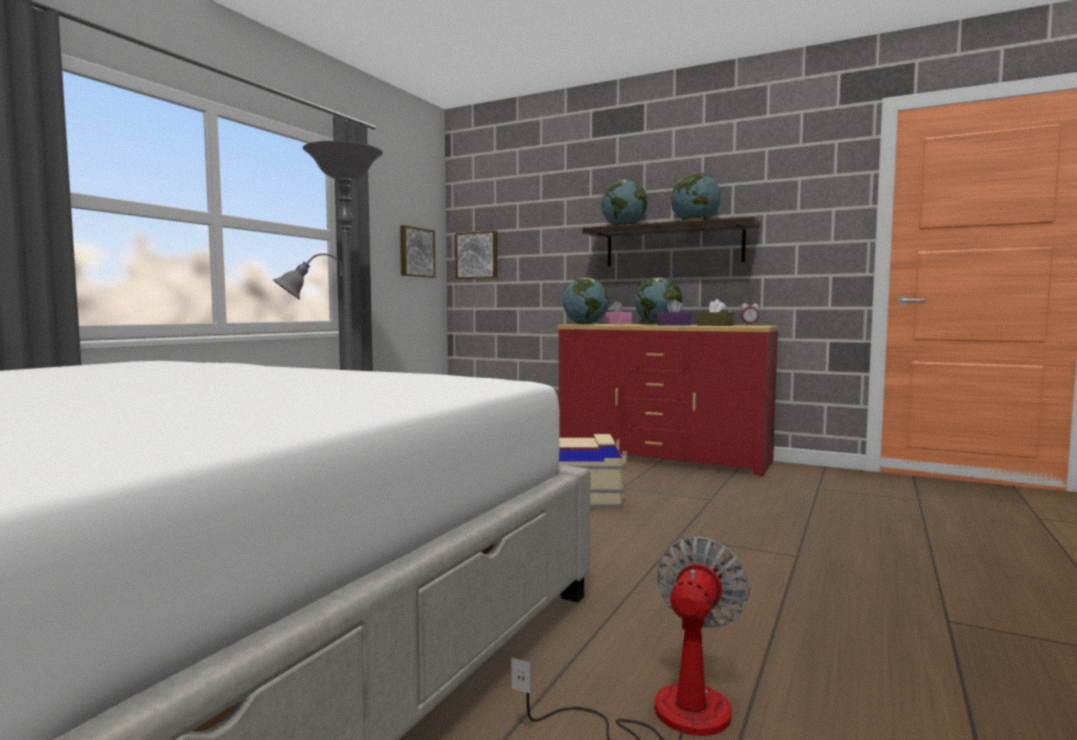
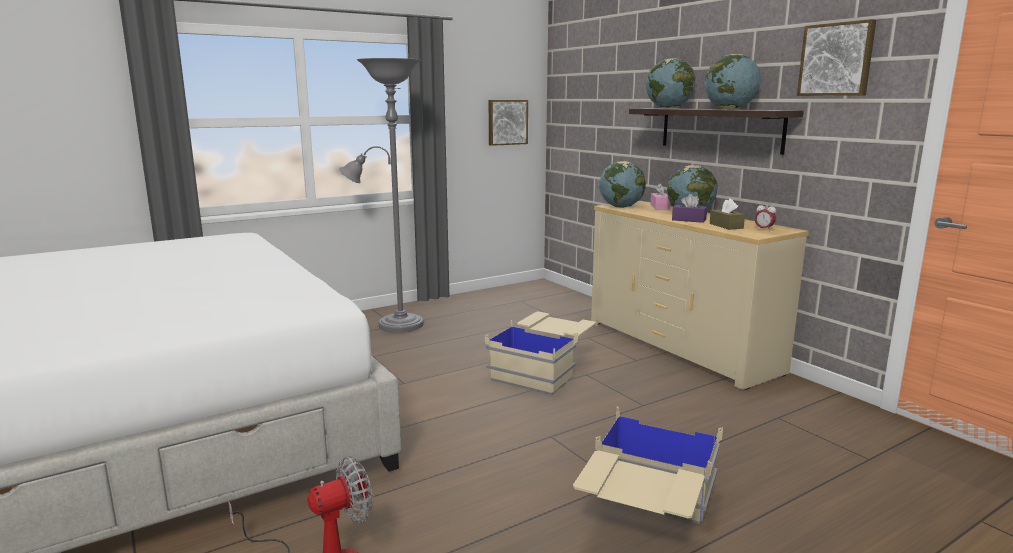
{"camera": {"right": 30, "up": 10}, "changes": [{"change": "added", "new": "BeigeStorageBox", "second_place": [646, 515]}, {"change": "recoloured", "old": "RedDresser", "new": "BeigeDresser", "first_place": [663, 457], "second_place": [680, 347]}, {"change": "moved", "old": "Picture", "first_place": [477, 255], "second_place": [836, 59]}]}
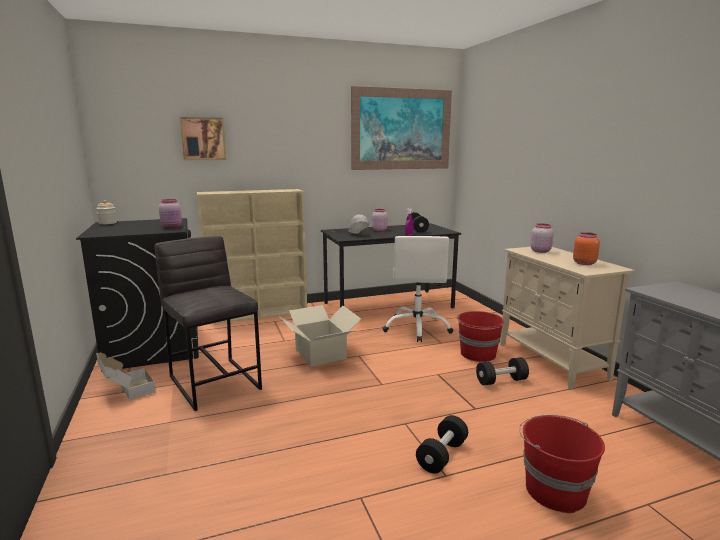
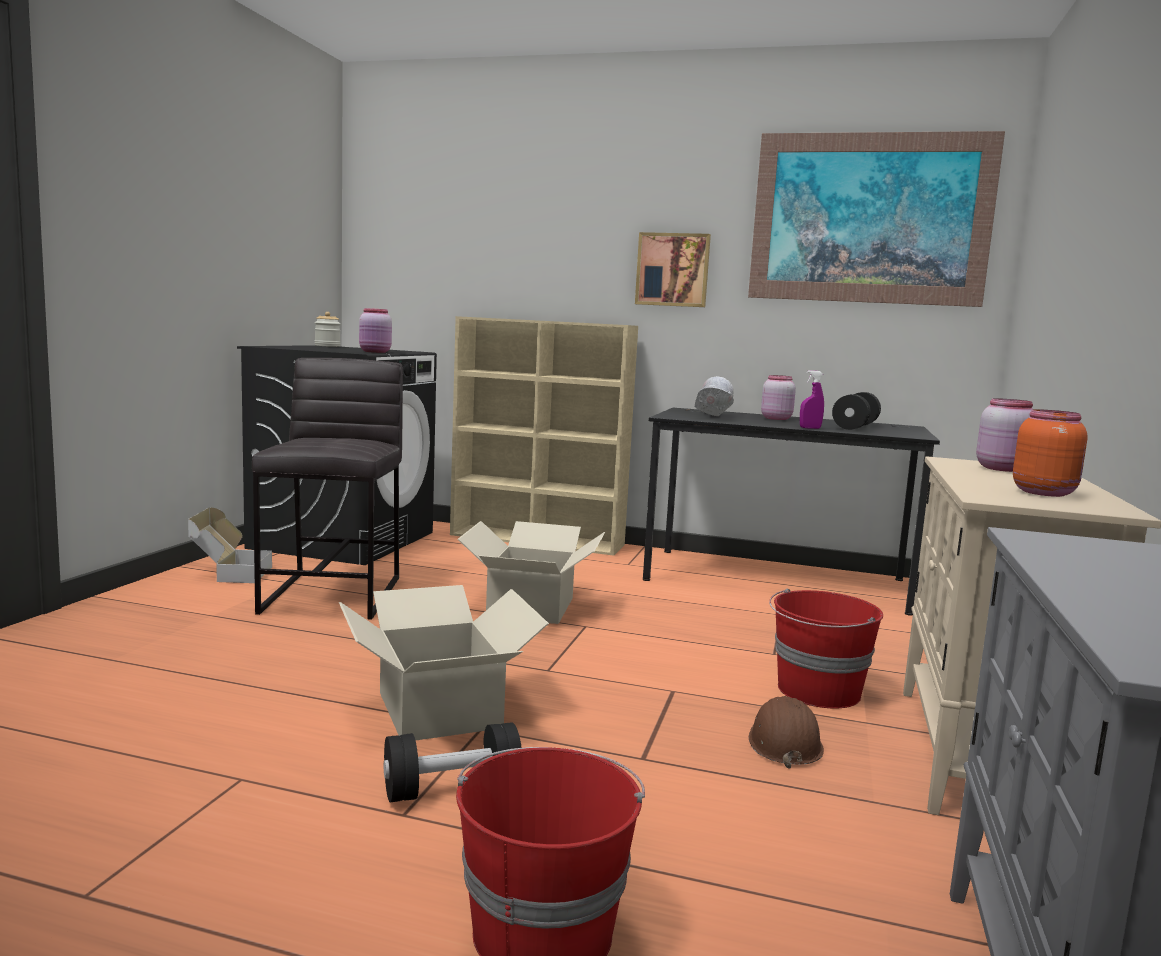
{"camera": {"right": 35, "up": -5}, "changes": [{"change": "added", "new": "CardboardBox", "second_place": [440, 709]}, {"change": "moved", "old": "Picture", "first_place": [203, 139], "second_place": [673, 270]}, {"change": "replaced", "old": "BlackDumbbell", "new": "BrownHardHat", "first_place": [501, 381], "second_place": [784, 743]}, {"change": "removed", "old": "WhiteOfficeChair", "first_place": [417, 328]}]}
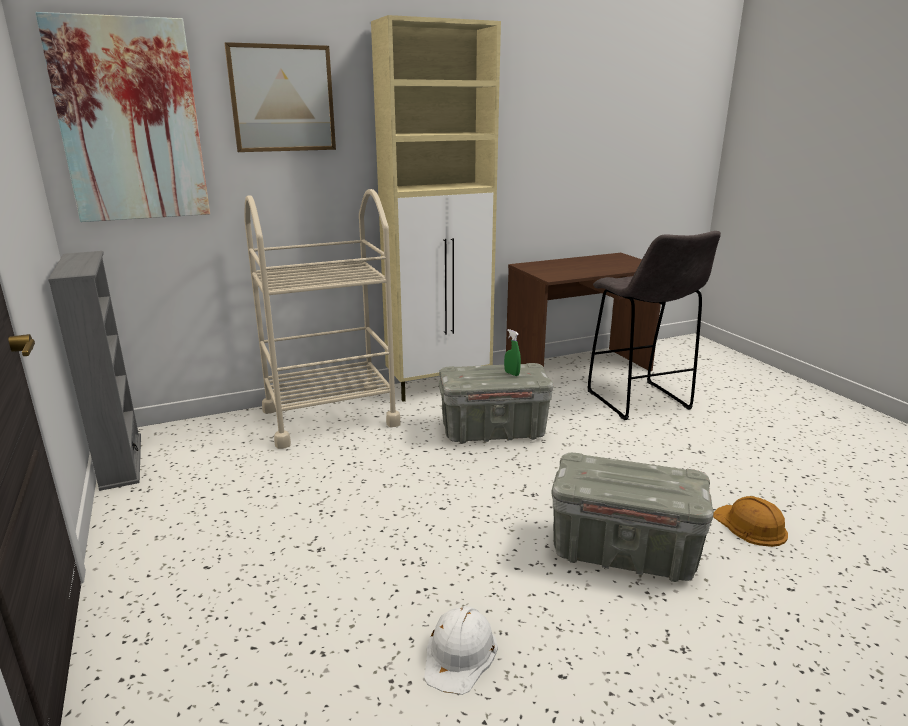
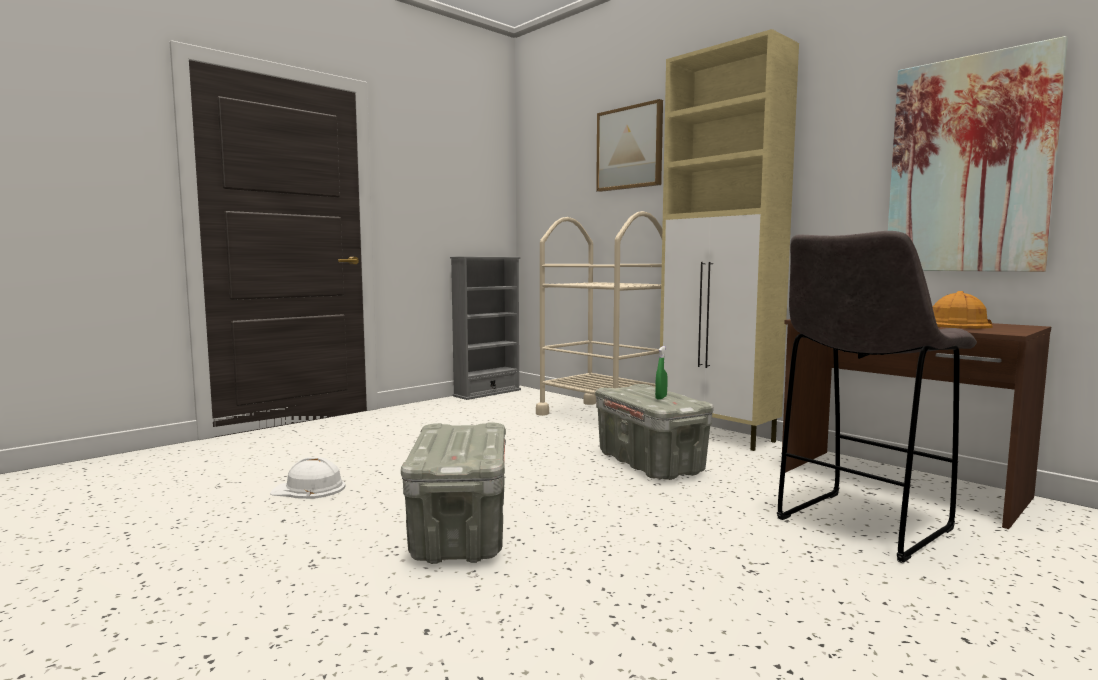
{"camera": {"right": 70, "up": -15}, "changes": [{"change": "moved", "old": "Picture", "first_place": [130, 122], "second_place": [968, 165]}, {"change": "moved", "old": "OrangeHardHat", "first_place": [750, 525], "second_place": [957, 325]}]}
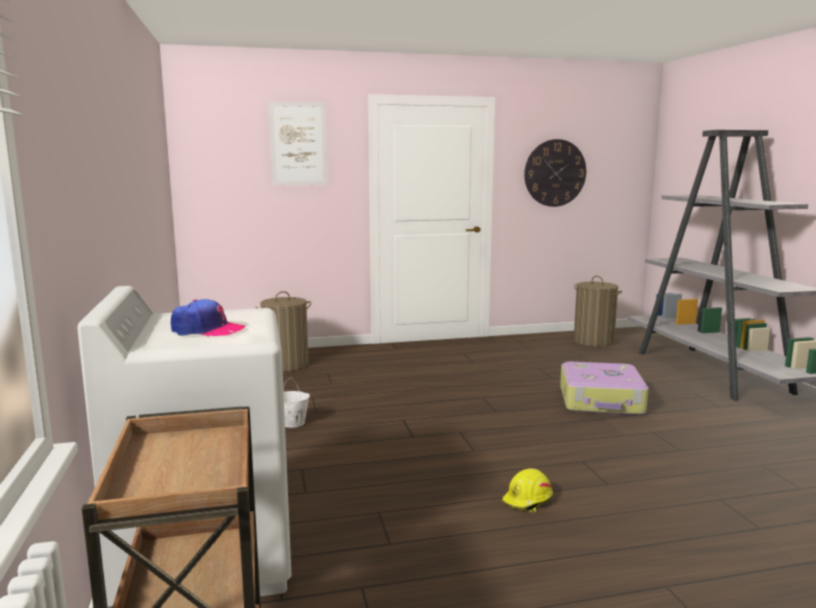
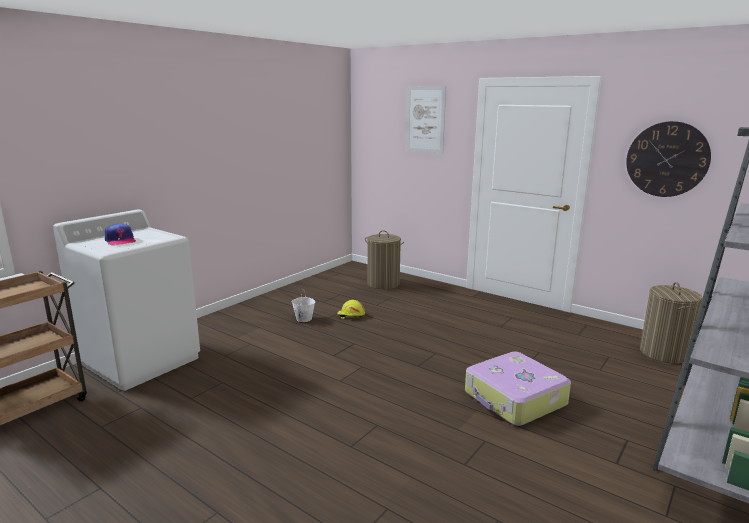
{"camera": {"right": 50, "up": 5}, "changes": [{"change": "moved", "old": "YellowHardHat", "first_place": [528, 501], "second_place": [351, 315]}]}
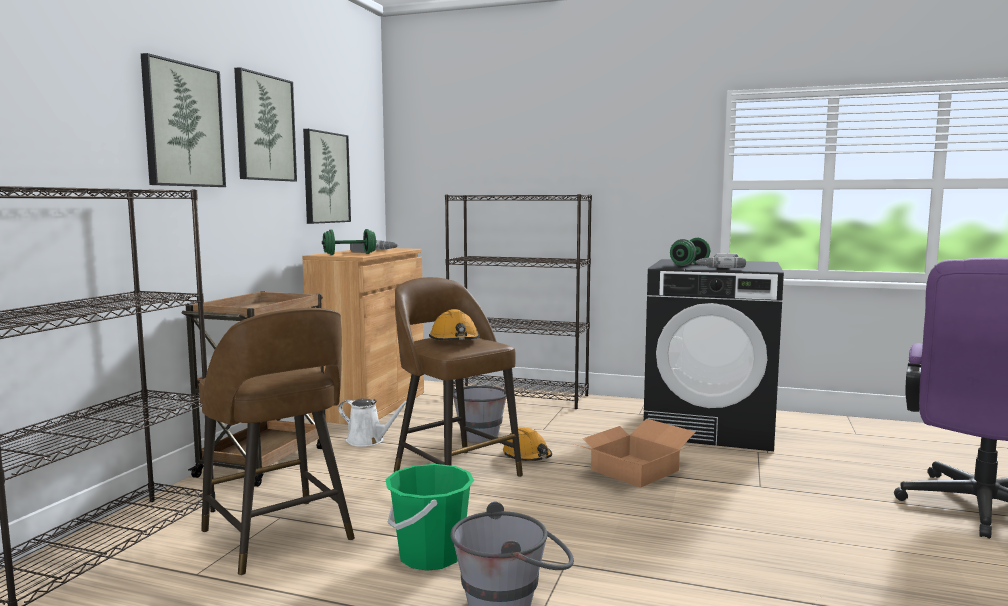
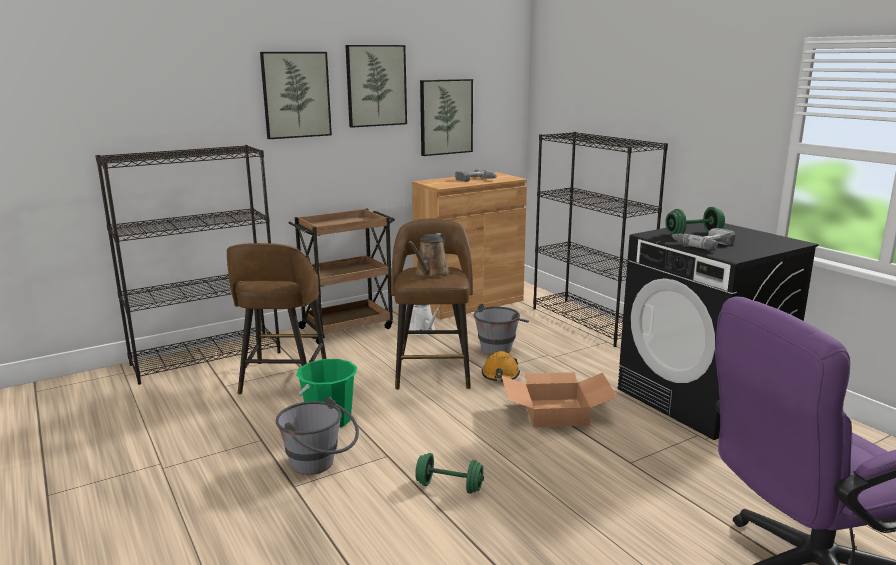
{"camera": {"right": 40, "up": 10}, "changes": [{"change": "replaced", "old": "OrangeHardHat", "new": "BrownWateringCan", "first_place": [455, 340], "second_place": [430, 273]}, {"change": "moved", "old": "GreenDumbbell", "first_place": [349, 254], "second_place": [449, 486]}]}
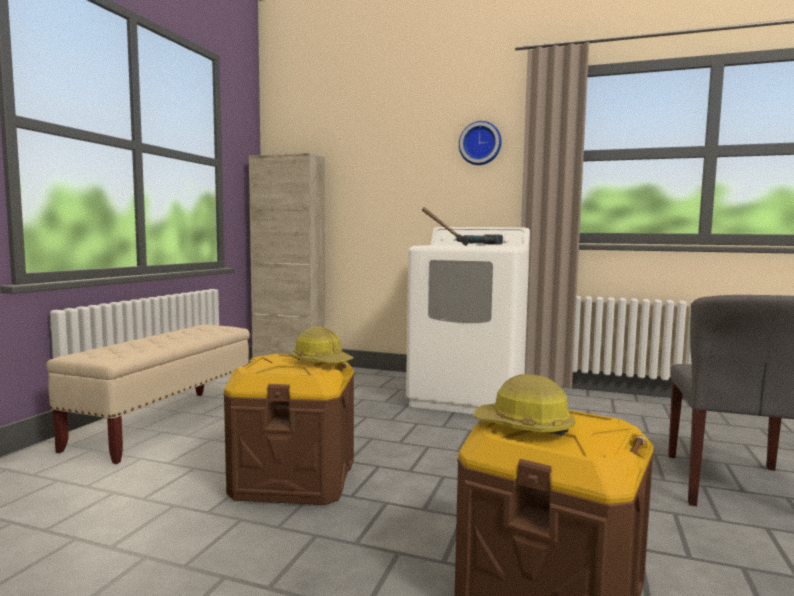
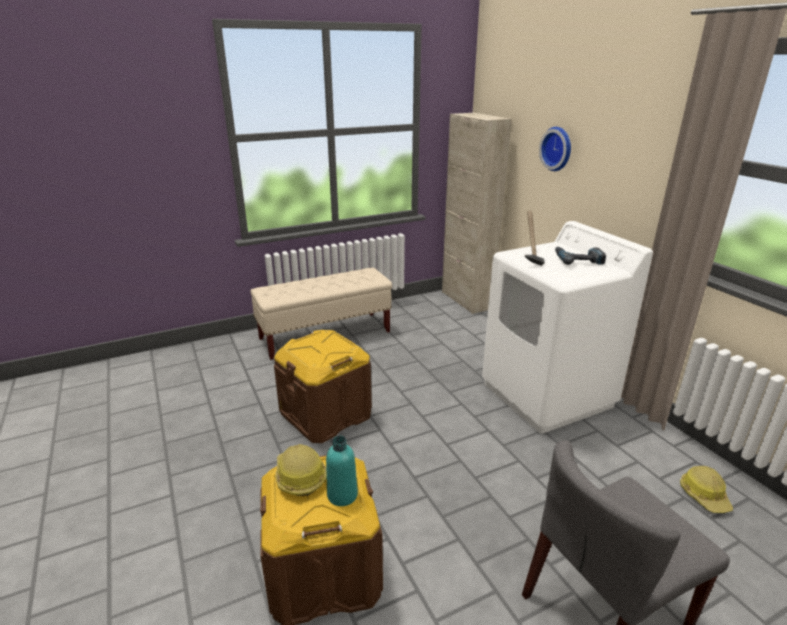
{"camera": {"right": 45, "up": 20}, "changes": [{"change": "added", "new": "TurquoiseBottle", "second_place": [342, 495]}, {"change": "moved", "old": "WallClock", "first_place": [480, 143], "second_place": [558, 148]}, {"change": "moved", "old": "HardHat", "first_place": [321, 362], "second_place": [704, 495]}]}
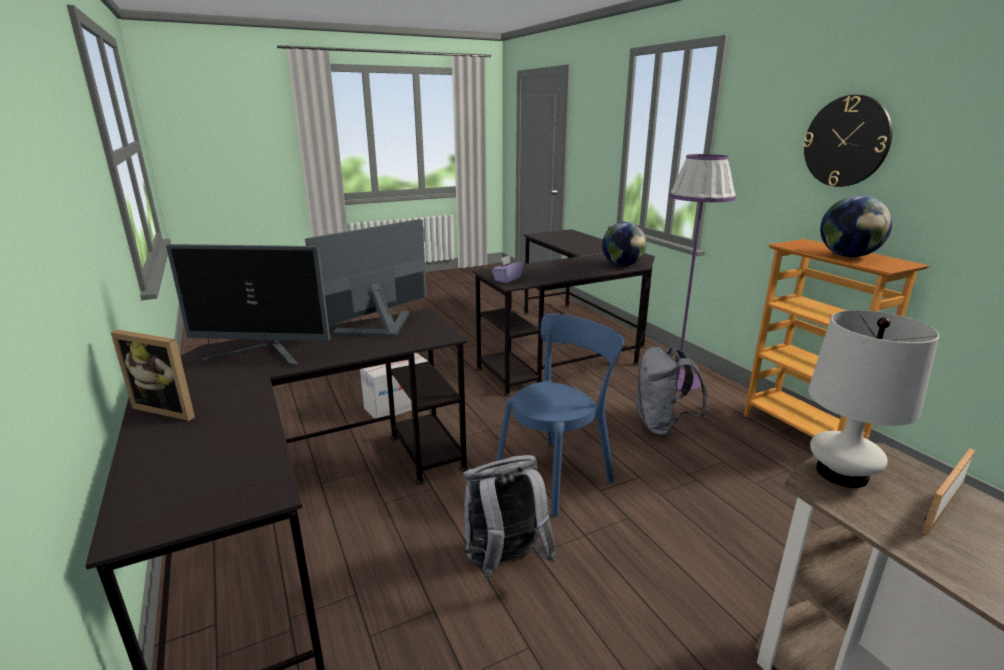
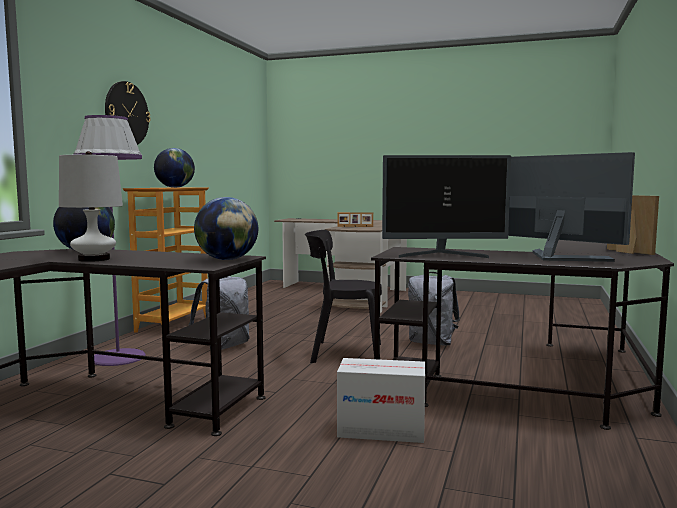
{"camera": {"right": -135, "up": -15}, "changes": [{"change": "moved", "old": "WhiteTableLamp", "first_place": [841, 473], "second_place": [94, 259]}, {"change": "replaced", "old": "PurpleTissueBox", "new": "Globe", "first_place": [507, 279], "second_place": [227, 259]}, {"change": "recoloured", "old": "BlueChair", "new": "BlackChair", "first_place": [557, 474], "second_place": [342, 353]}]}
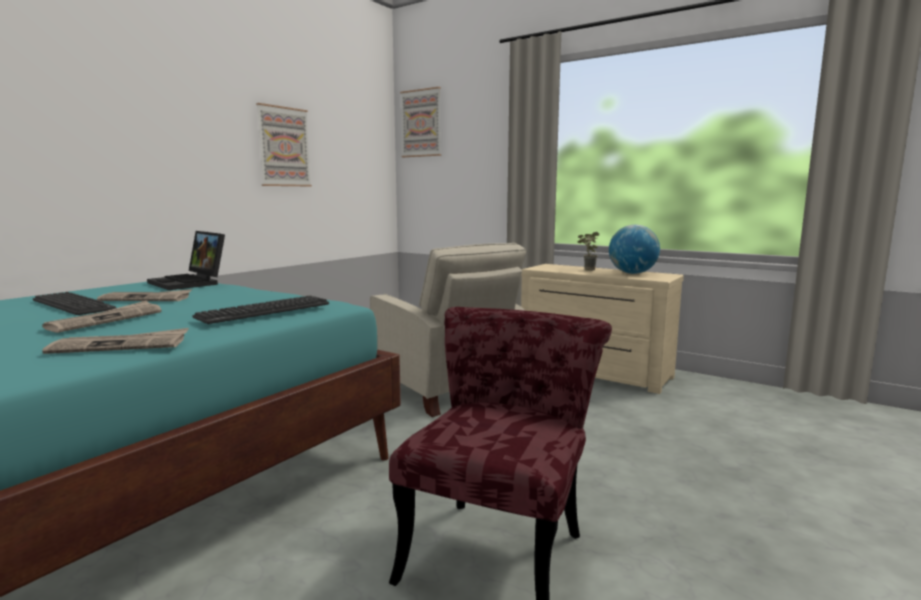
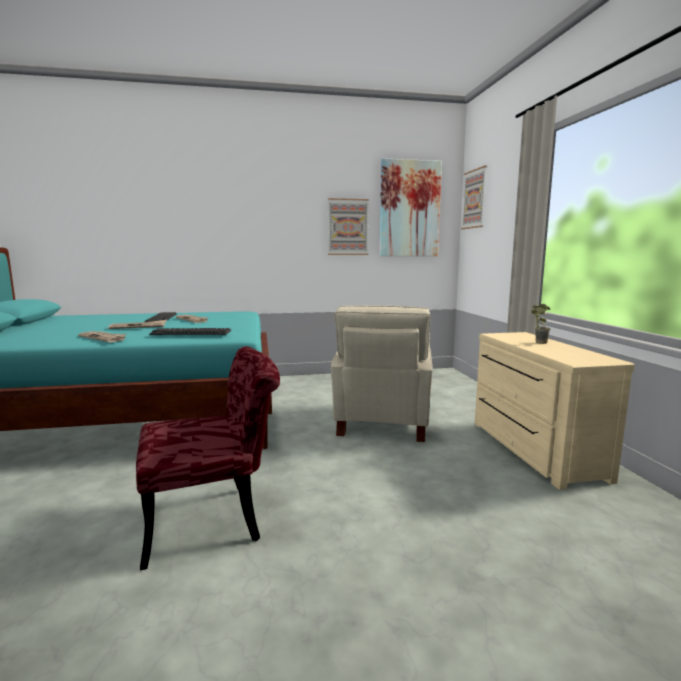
{"camera": {"right": 45, "up": 0}, "changes": [{"change": "added", "new": "Picture", "second_place": [409, 209]}, {"change": "removed", "old": "Laptop", "first_place": [190, 283]}, {"change": "removed", "old": "Globe", "first_place": [632, 273]}]}
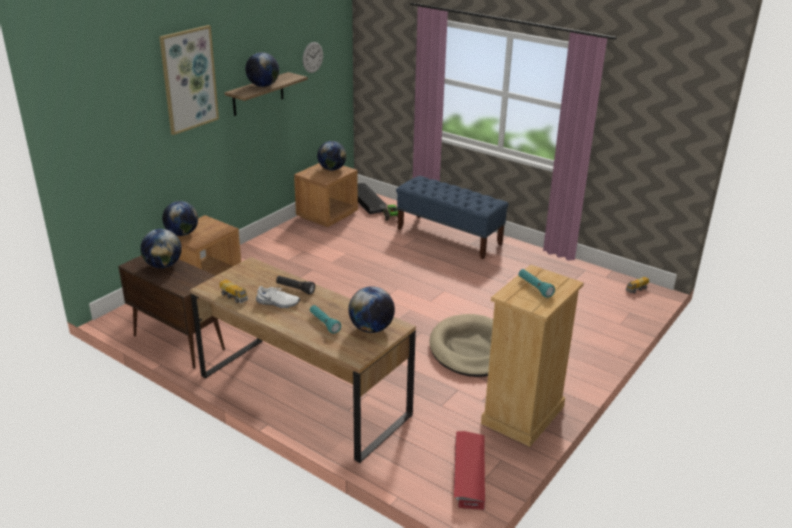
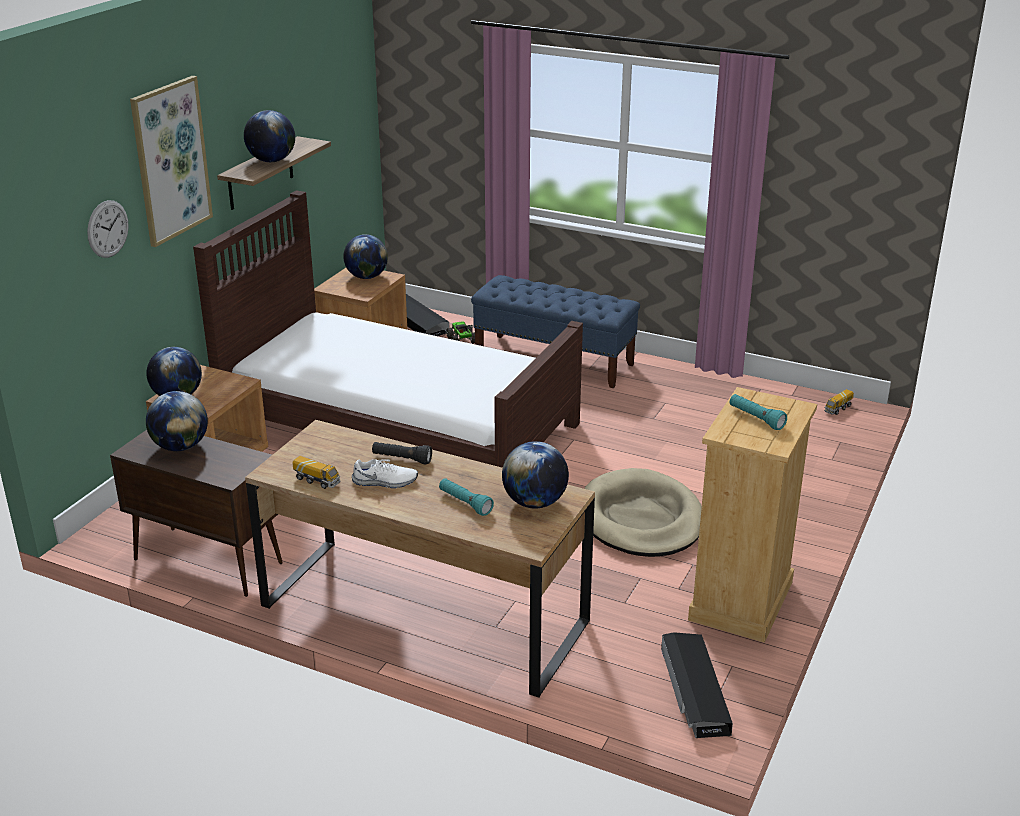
{"camera": {"right": -10, "up": 0}, "changes": [{"change": "moved", "old": "WallClock", "first_place": [312, 57], "second_place": [108, 229]}, {"change": "added", "new": "BrownBed", "second_place": [398, 426]}, {"change": "recoloured", "old": "RedStorageBox", "new": "BlackStorageBox", "first_place": [468, 474], "second_place": [694, 691]}]}
